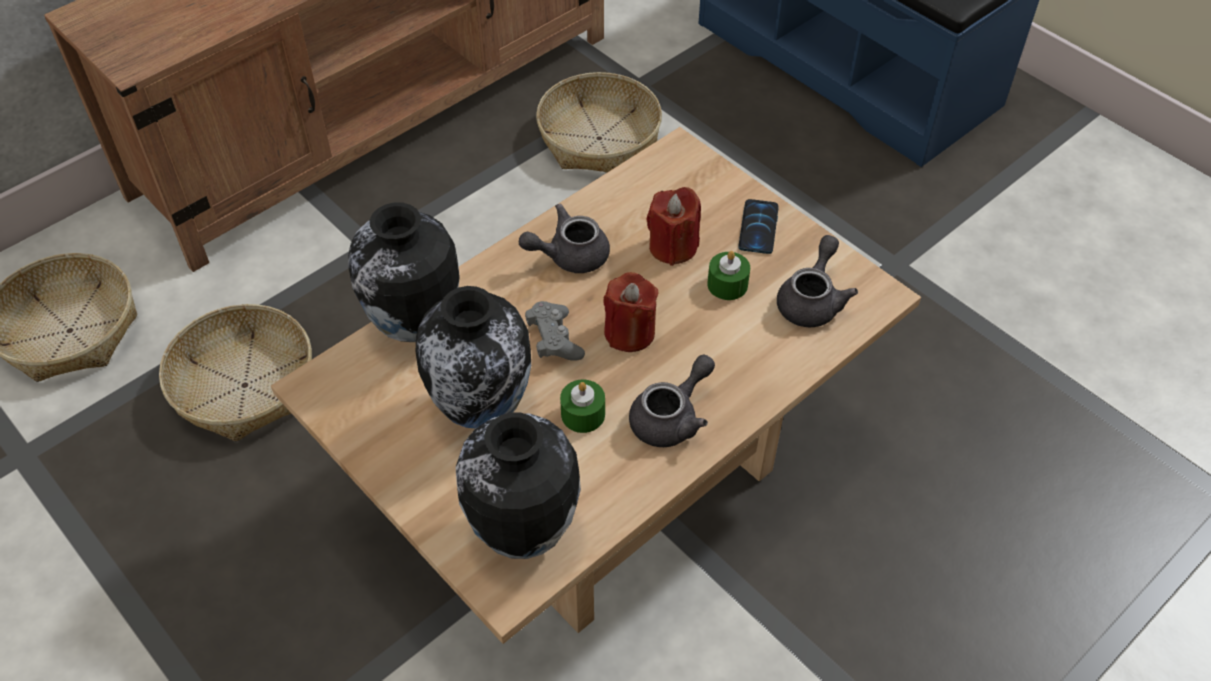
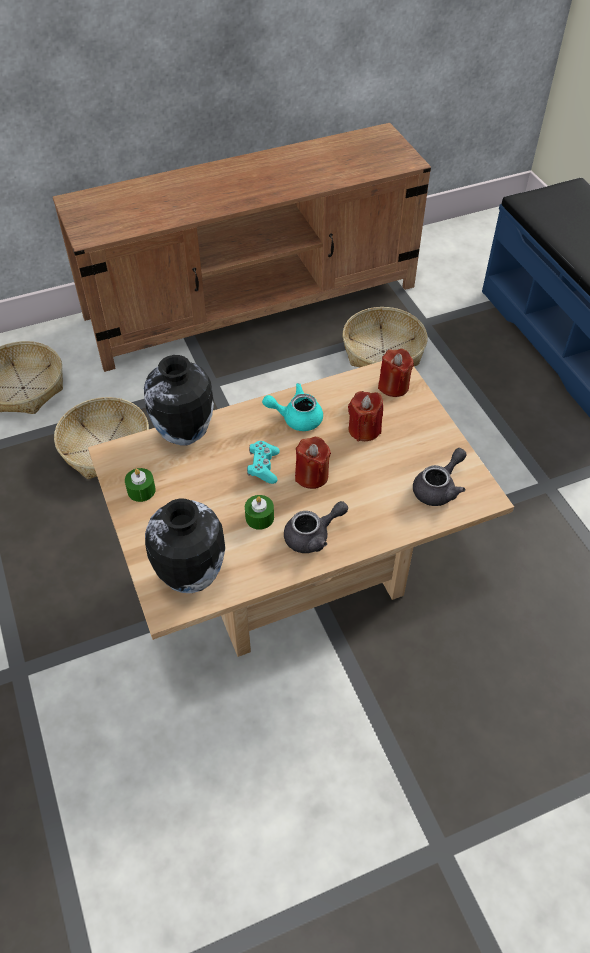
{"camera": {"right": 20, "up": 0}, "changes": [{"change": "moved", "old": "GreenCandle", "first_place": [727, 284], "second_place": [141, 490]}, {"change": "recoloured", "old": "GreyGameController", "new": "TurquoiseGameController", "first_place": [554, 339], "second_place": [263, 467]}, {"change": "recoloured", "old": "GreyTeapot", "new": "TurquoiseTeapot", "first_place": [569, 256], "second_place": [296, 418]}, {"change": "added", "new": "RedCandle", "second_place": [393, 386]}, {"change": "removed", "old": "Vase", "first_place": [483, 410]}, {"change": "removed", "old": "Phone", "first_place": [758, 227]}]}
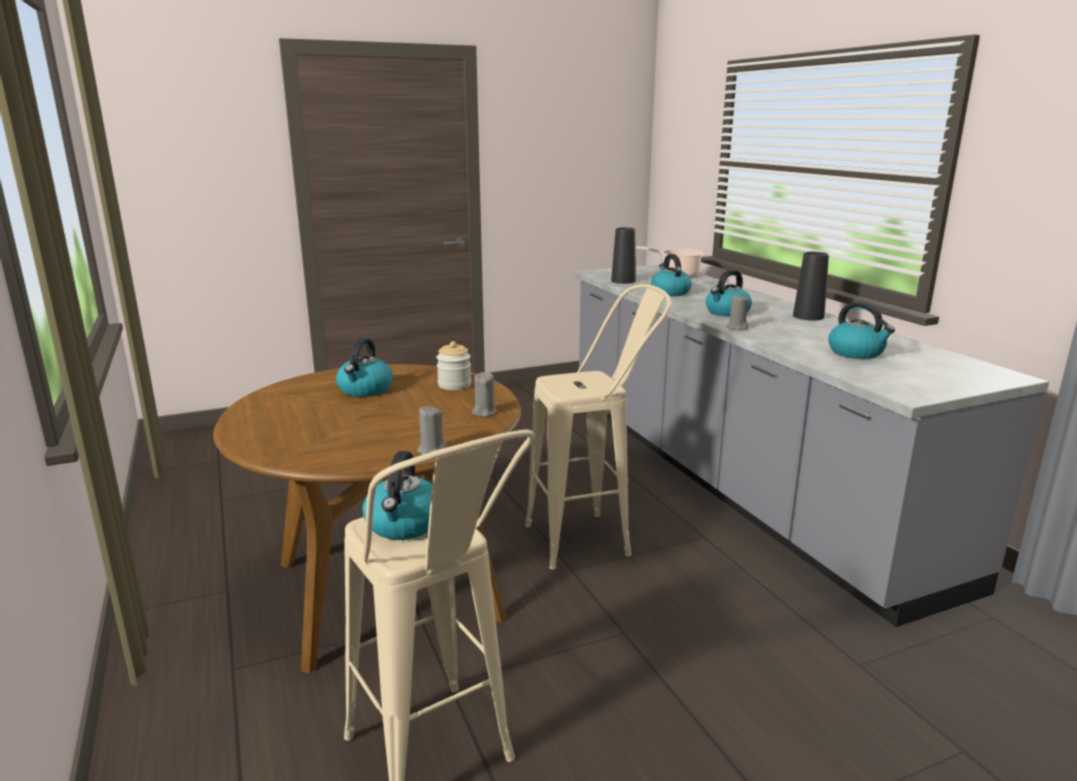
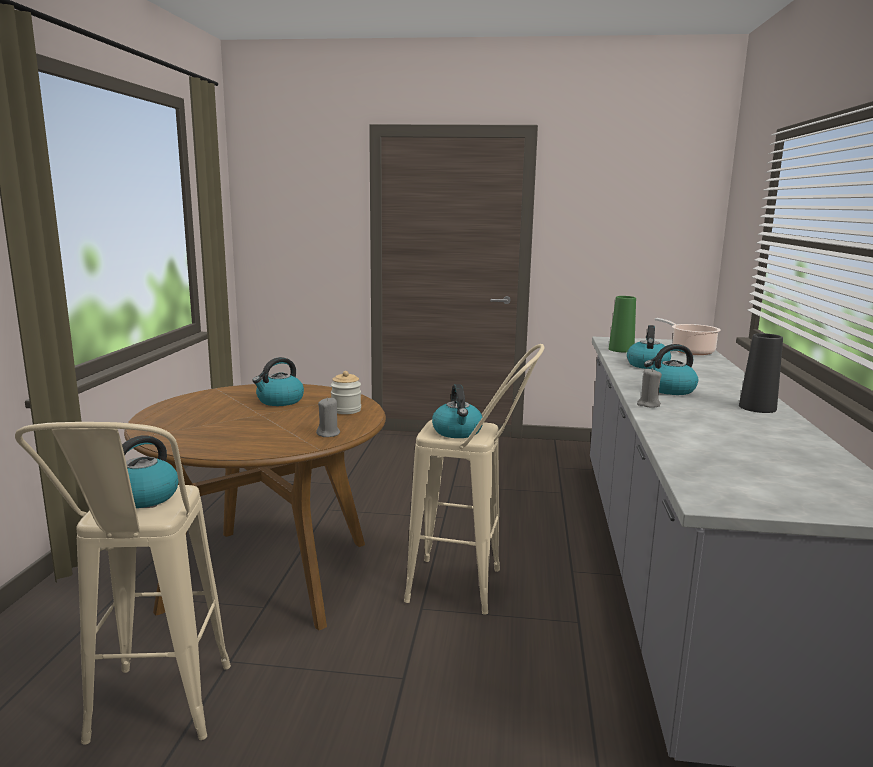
{"camera": {"right": 30, "up": -5}, "changes": [{"change": "moved", "old": "Kettle", "first_place": [856, 353], "second_place": [457, 432]}, {"change": "recoloured", "old": "BlackVase", "new": "GreenVase", "first_place": [623, 281], "second_place": [621, 349]}, {"change": "removed", "old": "GreyCandle", "first_place": [432, 451]}]}
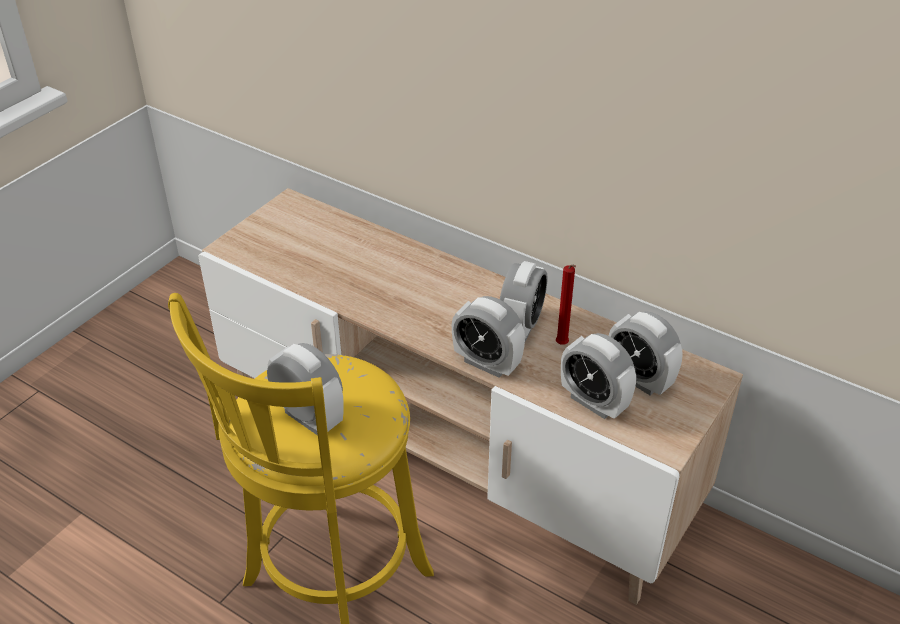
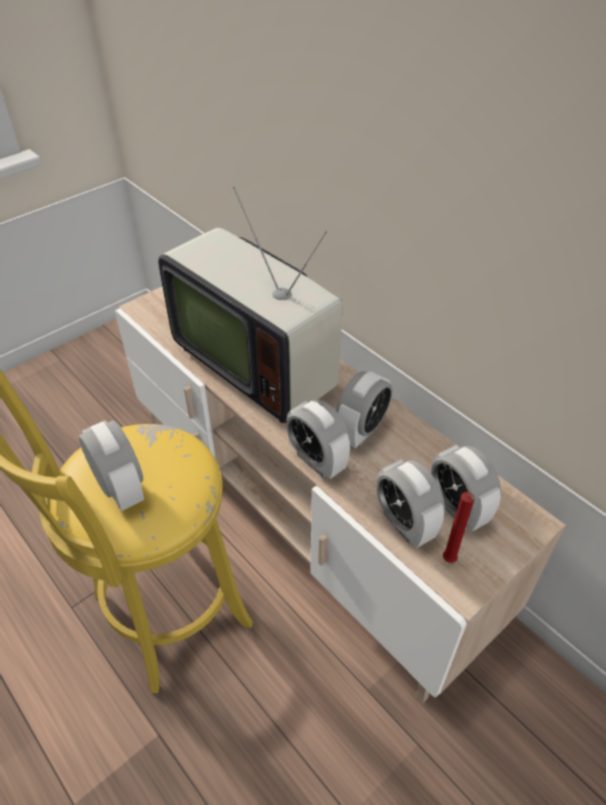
{"camera": {"right": 15, "up": 5}, "changes": [{"change": "added", "new": "Television", "second_place": [258, 363]}, {"change": "moved", "old": "RedCandle", "first_place": [562, 345], "second_place": [449, 562]}]}
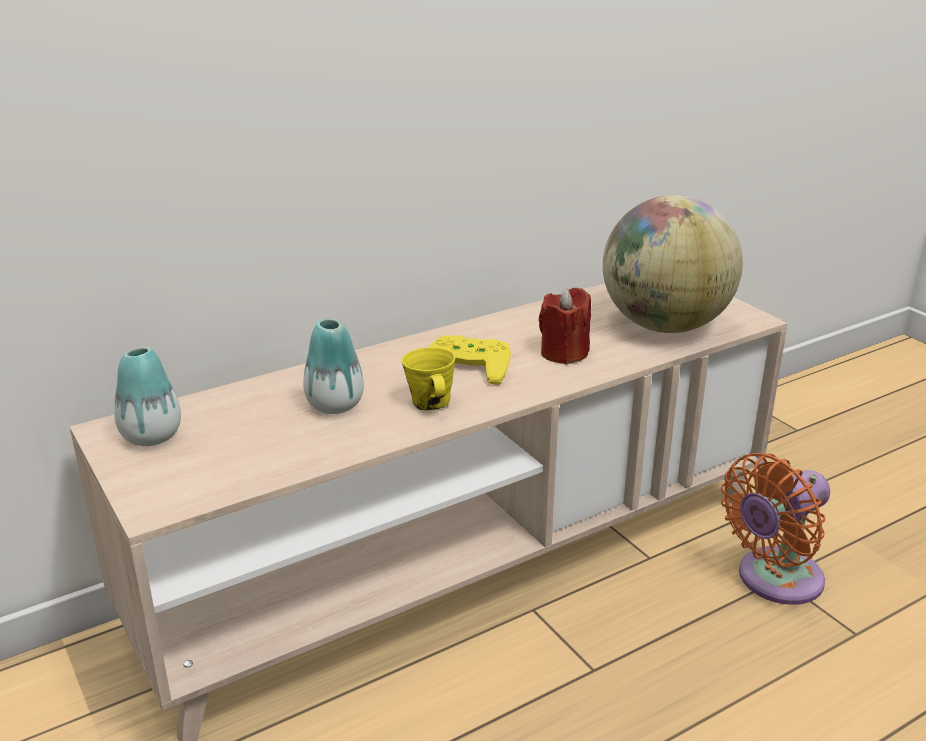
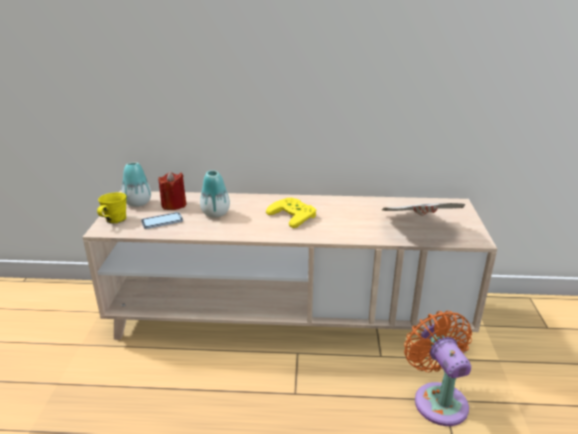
{"camera": {"right": 35, "up": 0}, "changes": [{"change": "moved", "old": "YellowMug", "first_place": [431, 404], "second_place": [114, 220]}, {"change": "added", "new": "Phone", "second_place": [162, 222]}, {"change": "moved", "old": "RedCandle", "first_place": [564, 353], "second_place": [174, 205]}, {"change": "replaced", "old": "Globe", "new": "Newspaper", "first_place": [664, 326], "second_place": [418, 227]}, {"change": "turned", "old": "OrangeFan", "first_place": [774, 580], "second_place": [438, 399], "degrees": 75}]}
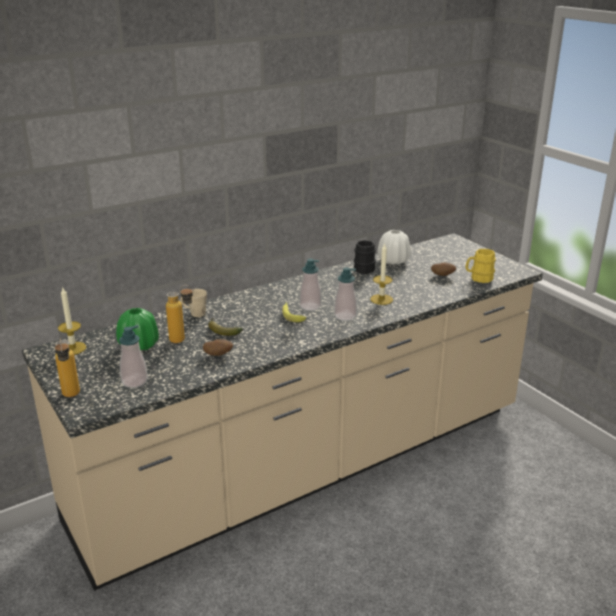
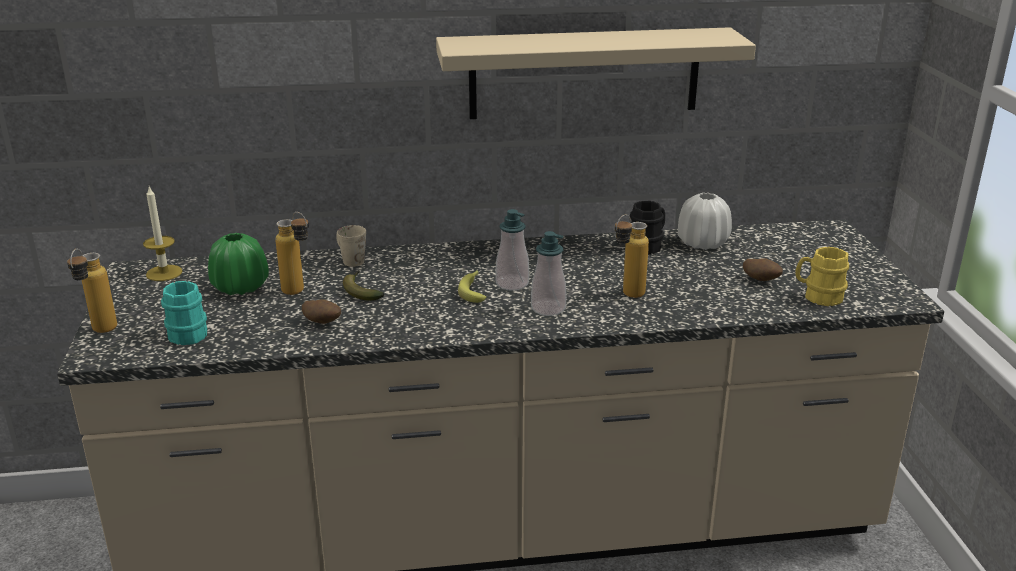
{"camera": {"right": 25, "up": 0}, "changes": [{"change": "replaced", "old": "SoapDispenser", "new": "TurquoiseMug", "first_place": [134, 381], "second_place": [188, 332]}, {"change": "added", "new": "BeigeShelf", "second_place": [584, 73]}, {"change": "replaced", "old": "Candle", "new": "Bottle", "first_place": [381, 299], "second_place": [627, 296]}]}
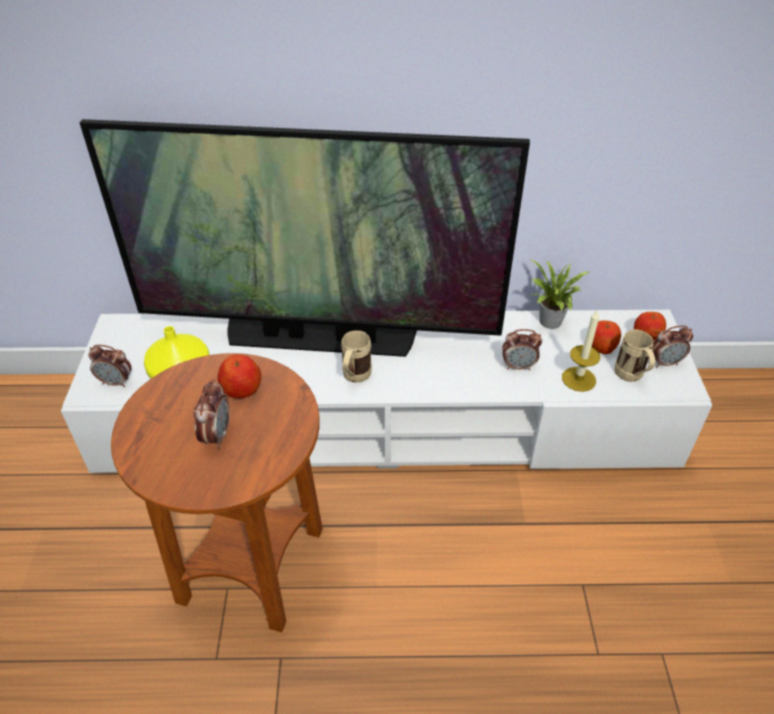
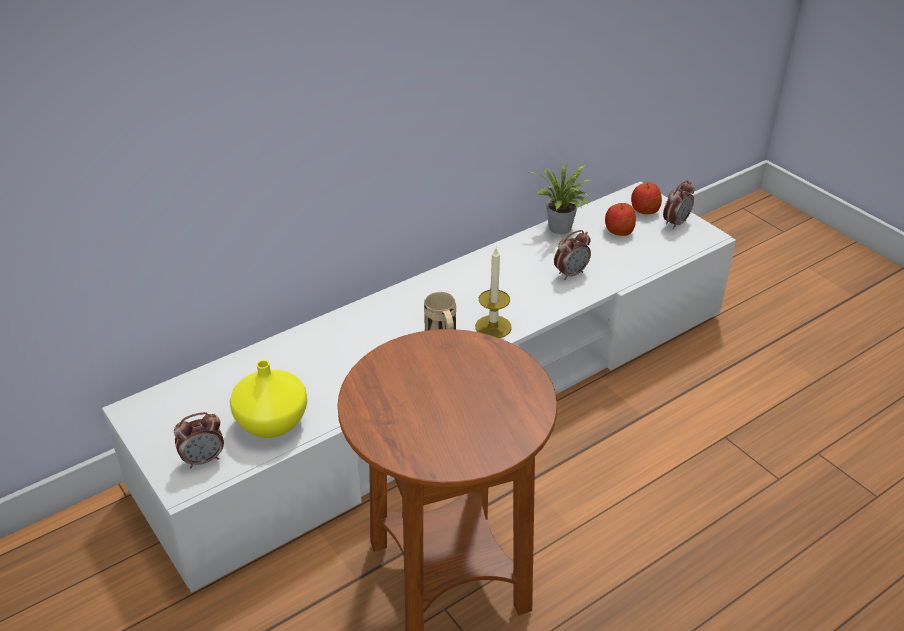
{"camera": {"right": -35, "up": -5}, "changes": [{"change": "moved", "old": "Candle", "first_place": [578, 379], "second_place": [493, 327]}, {"change": "removed", "old": "Television", "first_place": [320, 337]}, {"change": "removed", "old": "AlarmClock", "first_place": [216, 435]}, {"change": "removed", "old": "Apple", "first_place": [242, 389]}, {"change": "removed", "old": "BeigeMug", "first_place": [631, 377]}]}
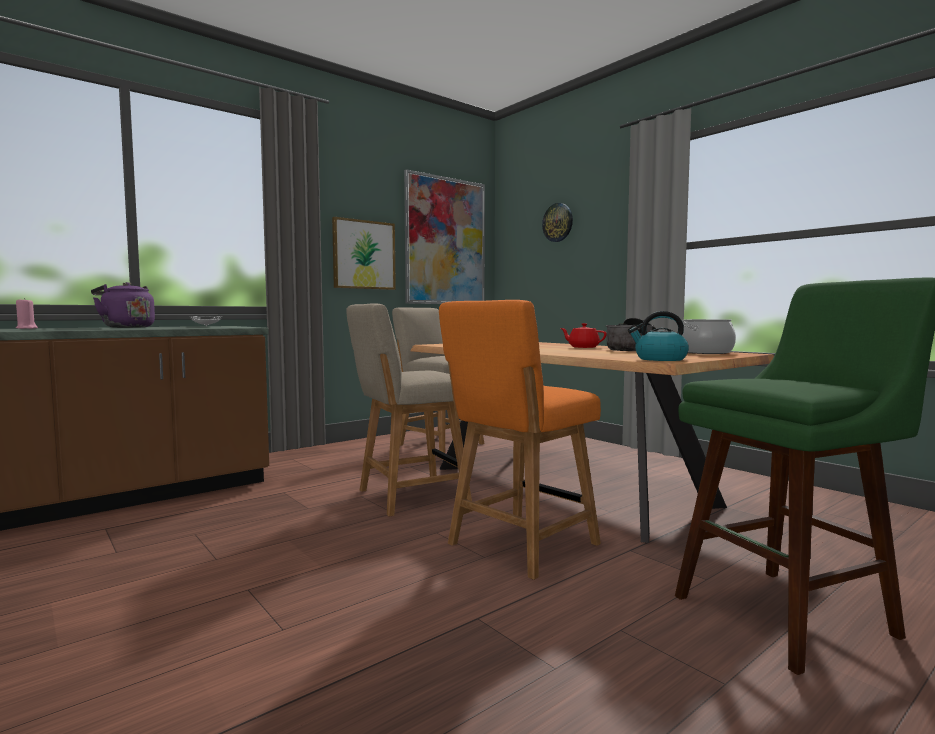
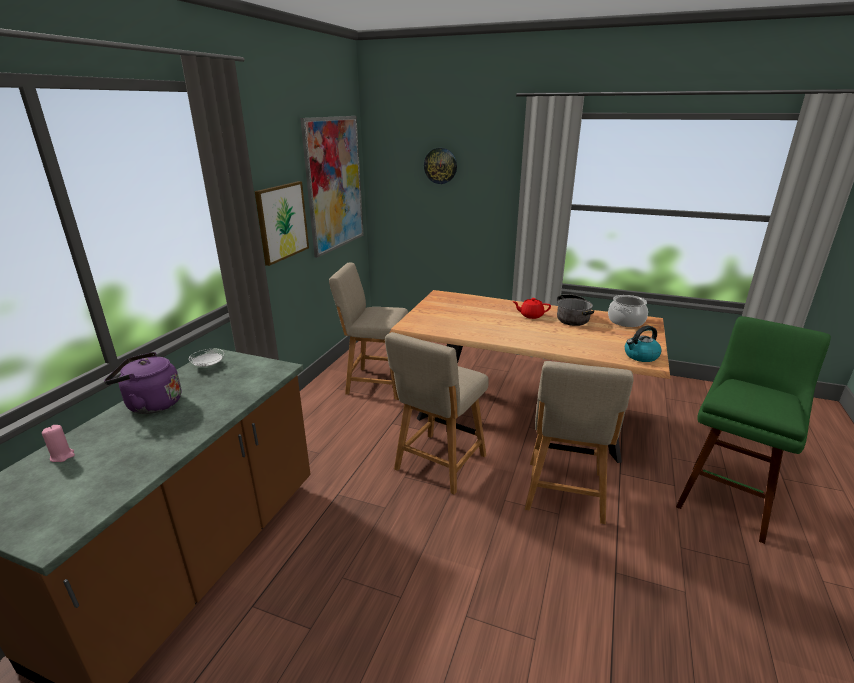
{"camera": {"right": -30, "up": 20}, "changes": [{"change": "recoloured", "old": "OrangeChair", "new": "BeigeChair", "first_place": [519, 546], "second_place": [564, 494]}]}
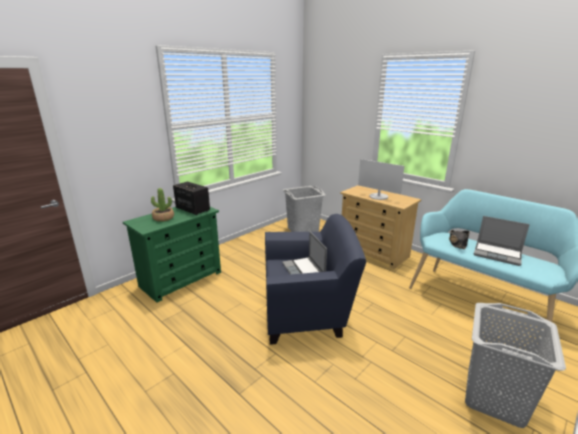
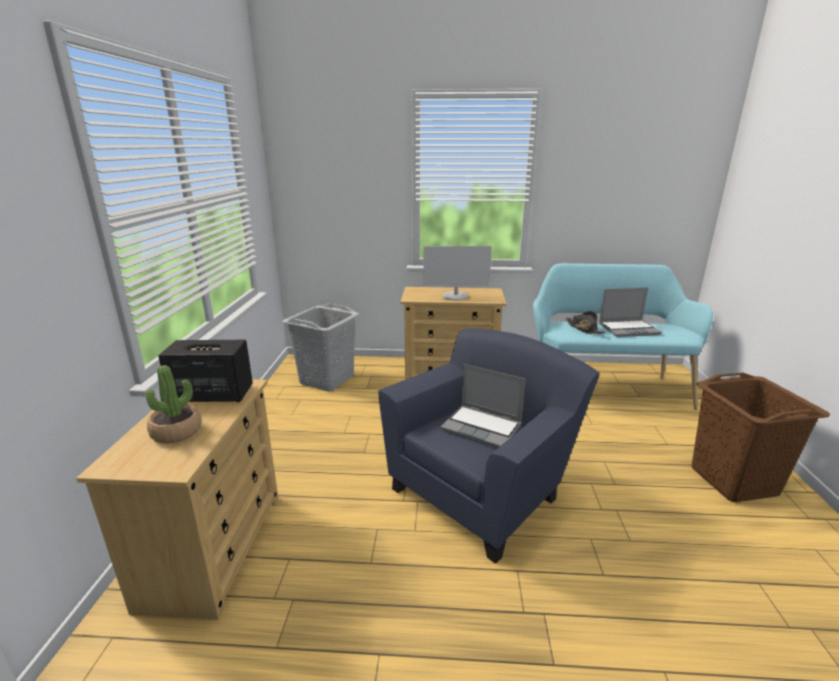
{"camera": {"right": -40, "up": 0}, "changes": [{"change": "recoloured", "old": "GreenDresser", "new": "BeigeDresser", "first_place": [181, 279], "second_place": [214, 547]}, {"change": "recoloured", "old": "GreyLaundryBasket", "new": "BrownLaundryBasket", "first_place": [495, 398], "second_place": [733, 480]}]}
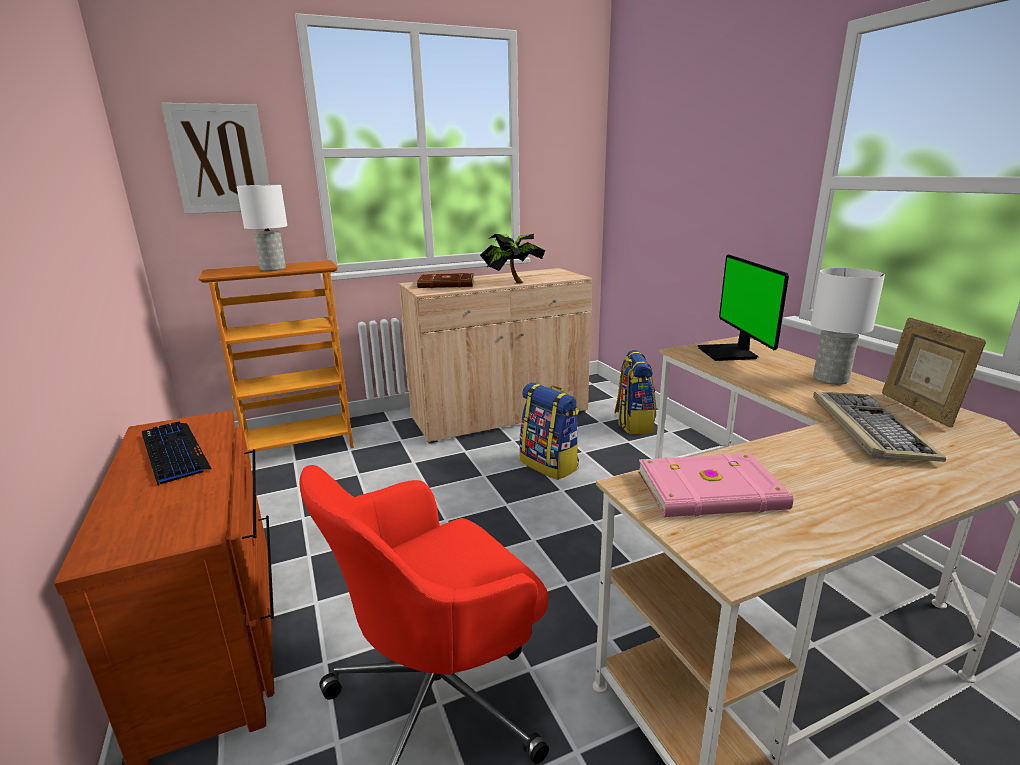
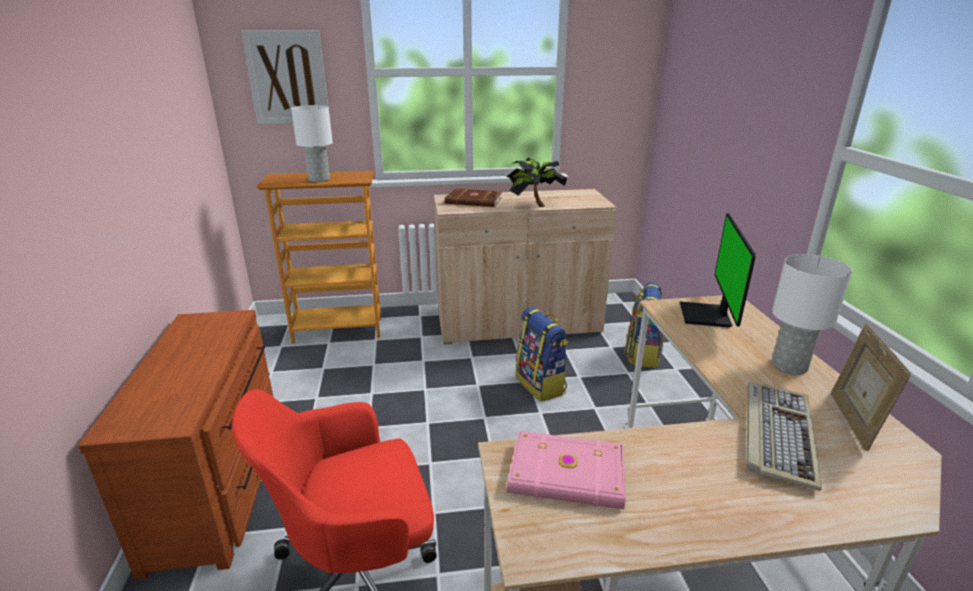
{"camera": {"right": 15, "up": 5}, "changes": [{"change": "removed", "old": "Keyboard", "first_place": [173, 452]}]}
